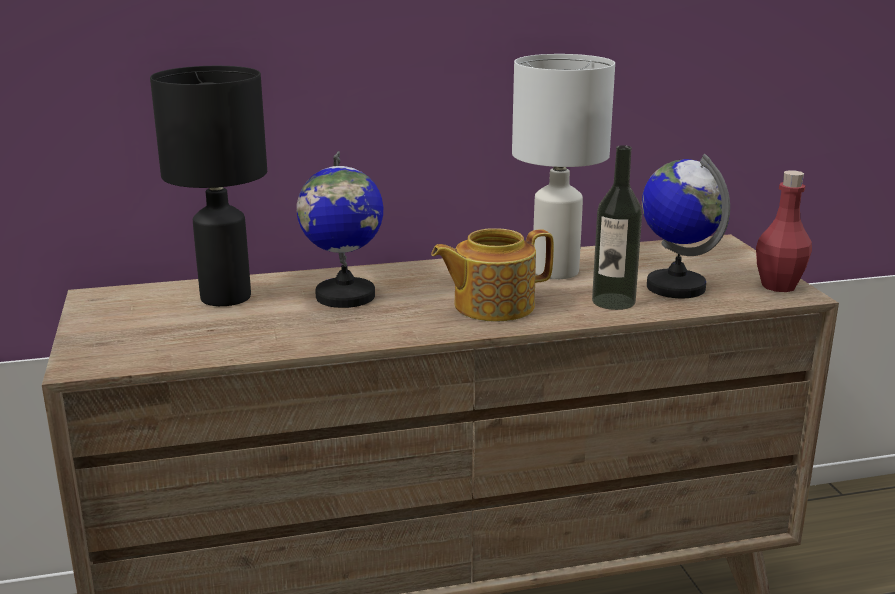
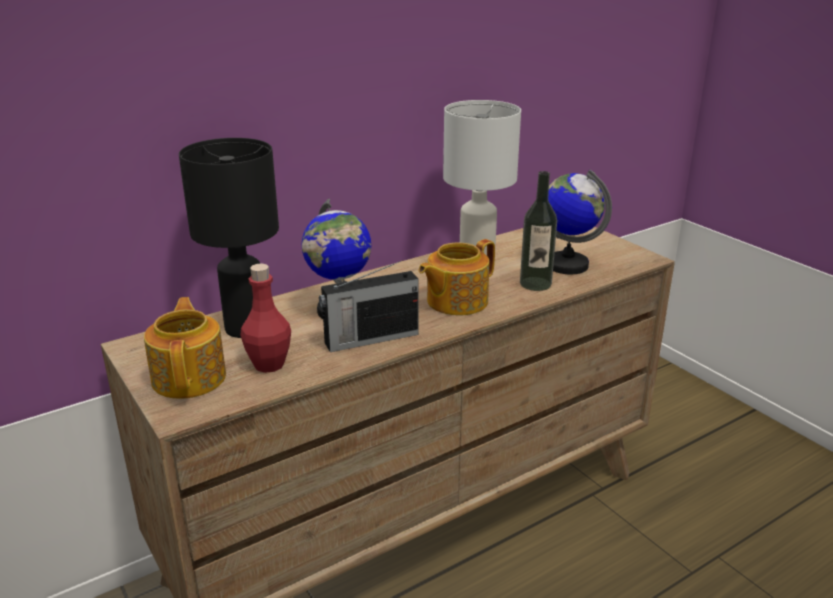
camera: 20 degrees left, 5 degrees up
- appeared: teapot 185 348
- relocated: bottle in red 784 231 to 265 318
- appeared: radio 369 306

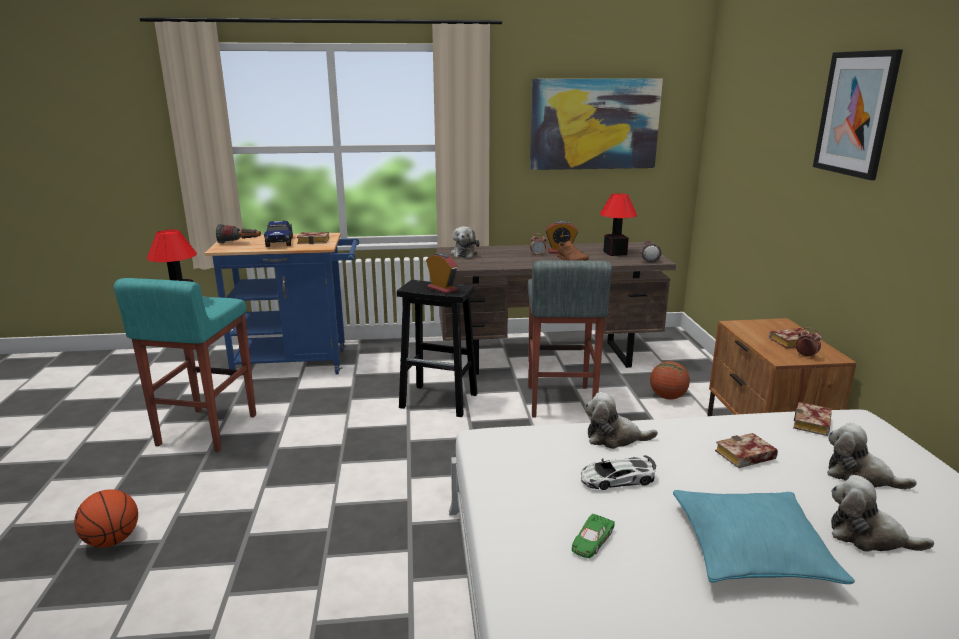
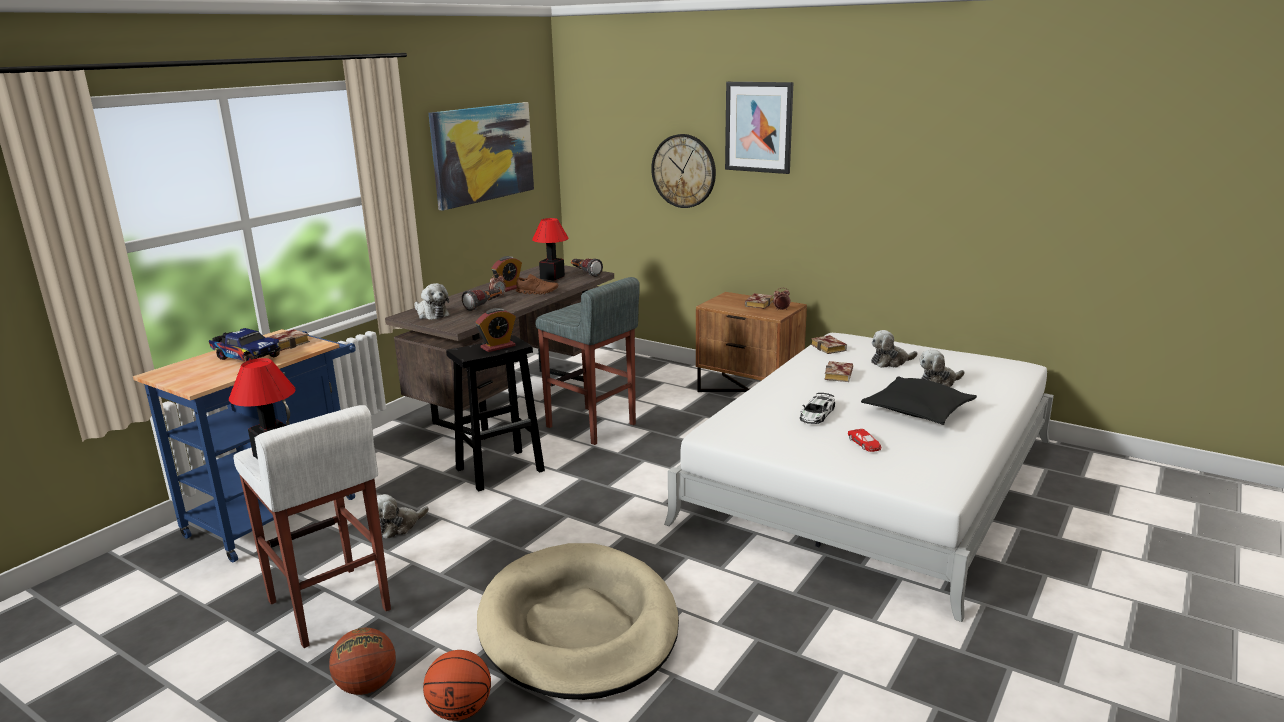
camera: 50 degrees left, 0 degrees up
- colour: stool in turquoise 185 365 to stool in white 312 526
- relocated: basketball 670 380 to 362 661
- relocated: plush toy 621 420 to 403 516
- relocated: flashlight 238 234 to 482 299
- spun: alarm clock 442 273 = 496 330 150 degrees clockwise
- appeared: dog bed in beige 578 621
- appeared: wall clock 683 171
- colour: toy car in green 593 536 to toy car in red 864 440
- colour: pillow in turquoise 764 537 to pillow in black 919 400

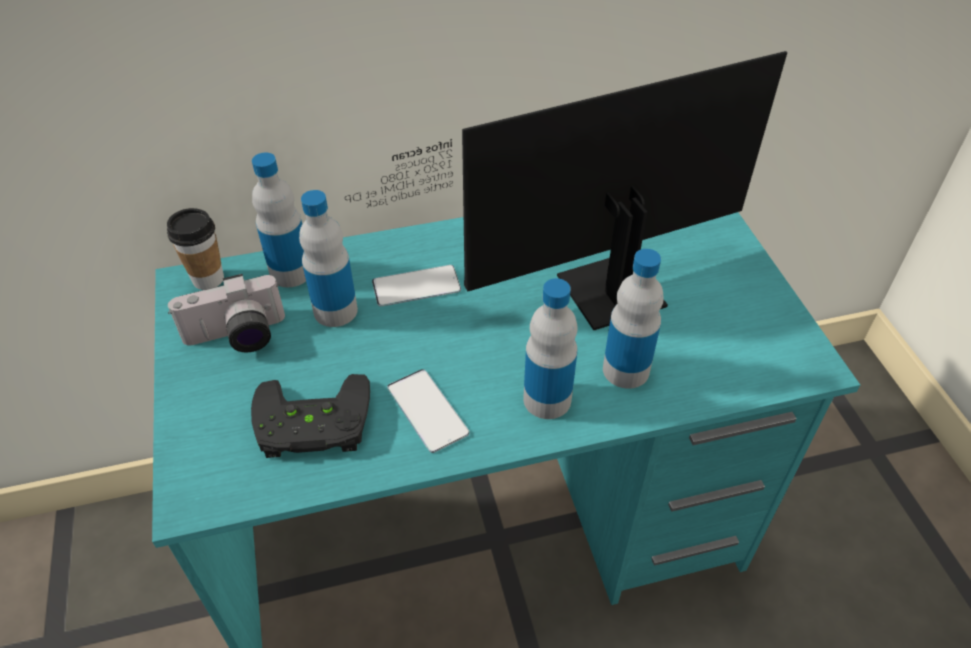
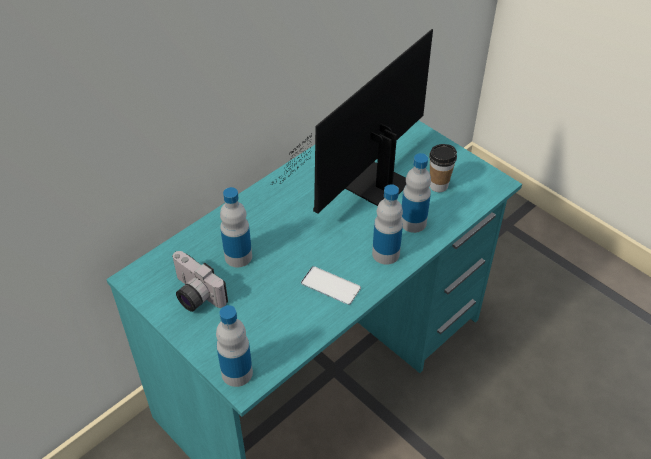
camera: 30 degrees left, 0 degrees up
- spun: photo camera 226 313 = 200 281 90 degrees clockwise
- relocated: bottle 279 220 to 234 346
- relocated: cup 195 249 to 443 168
- missing: game controller in black 310 416
- missing: phone 416 286

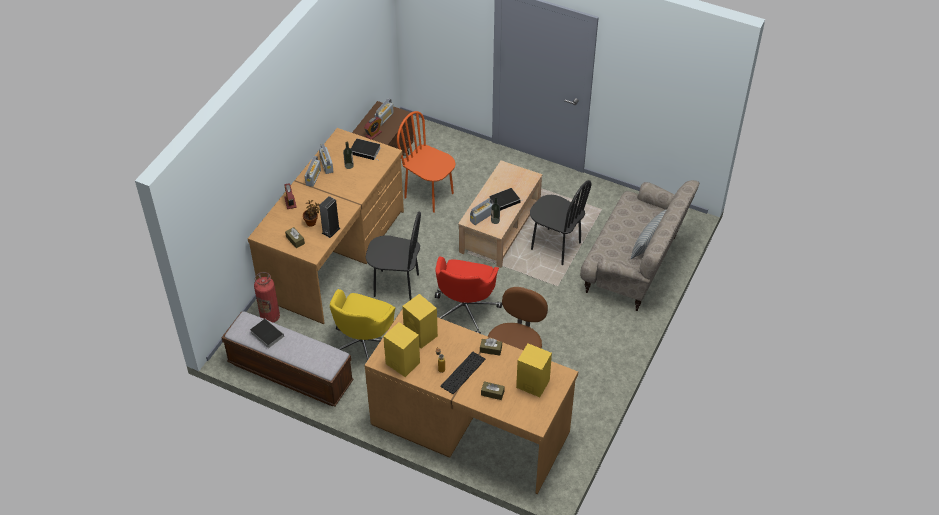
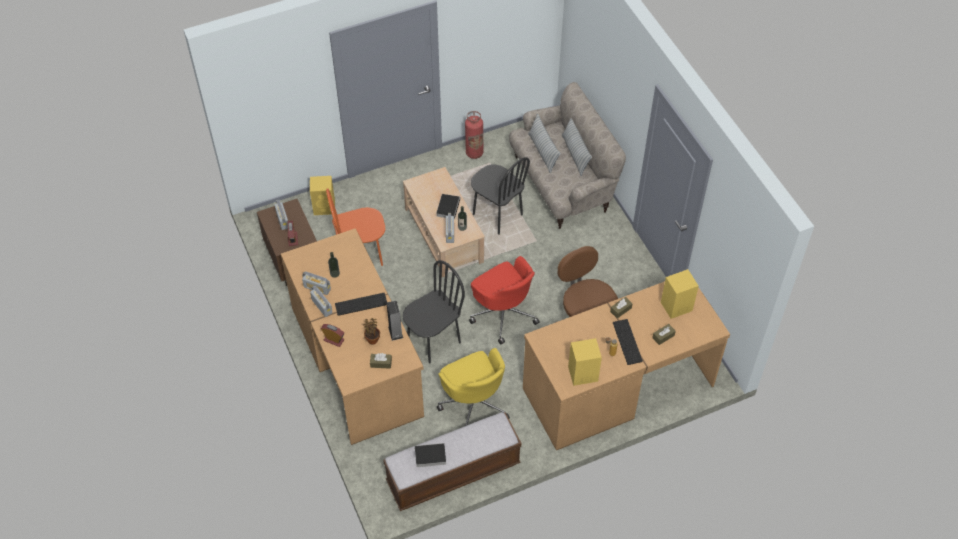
camera: 50 degrees left, 5 degrees up
- relocated: speaker in yellow 420 321 to 322 195
- appeared: keyboard 361 304
- relocated: fire extinguisher 267 297 to 474 135
- spun: chair in black 560 222 = 500 196 60 degrees clockwise
- appeared: pillow 544 144
- missing: book 366 149

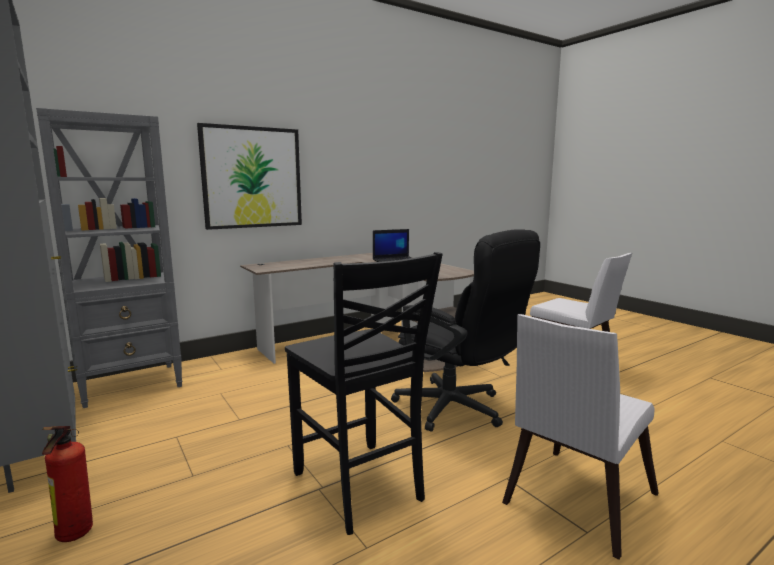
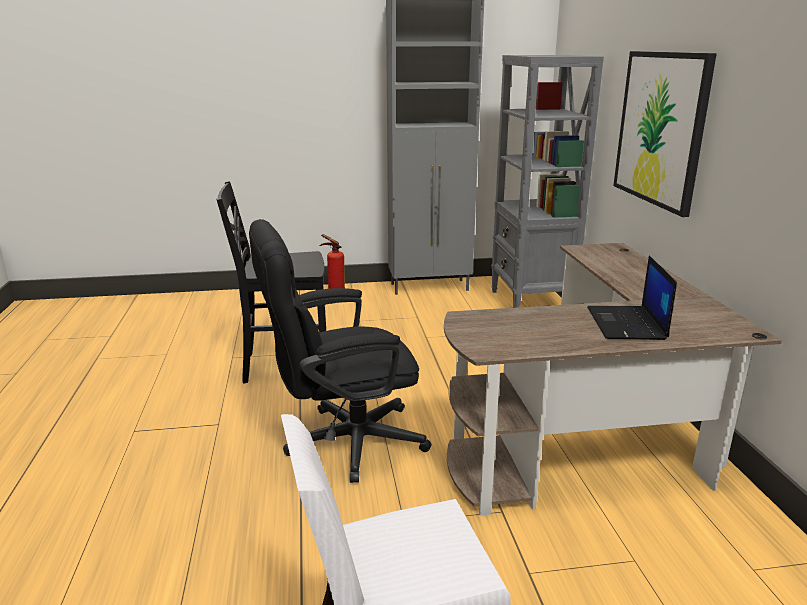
camera: 115 degrees right, 10 degrees up
- missing: chair in white 580 437

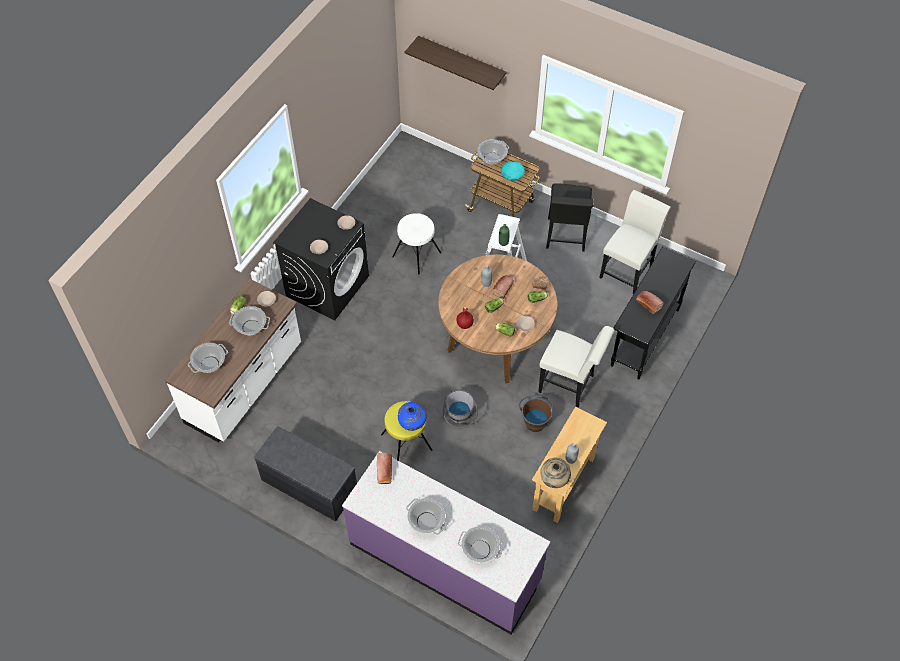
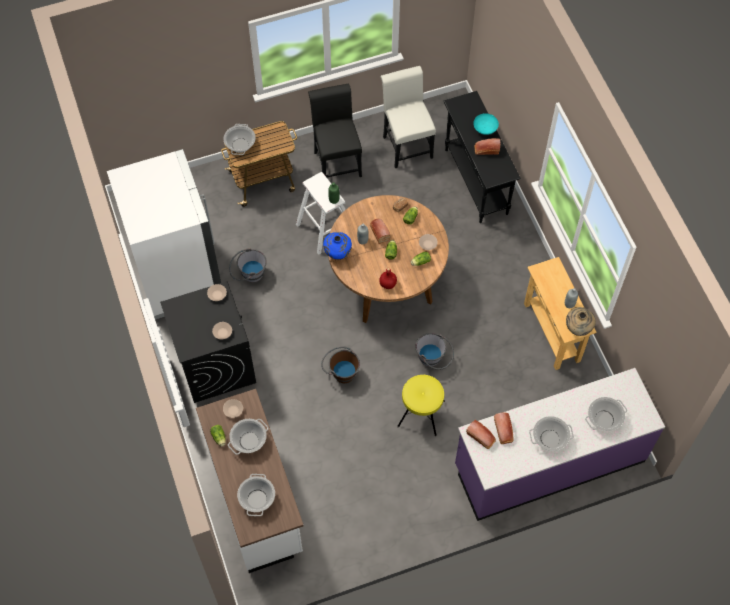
camera: 50 degrees left, 5 degrees up
- appeared: fridge in white 164 234
- exchanged: stool in white 416 244 to bucket in grey 248 265
- spun: chair in black 570 217 = 335 130 150 degrees counterclockwise
- relocated: bucket in brown 536 413 to 340 365
- relocated: vase in blue 412 416 to 337 245
- relocated: bowl in turquoise 513 171 to 486 124
- appeared: bread 503 428
- missing: bench in grey 305 474
- missing: shelf 456 63
- missing: chair in white 576 366

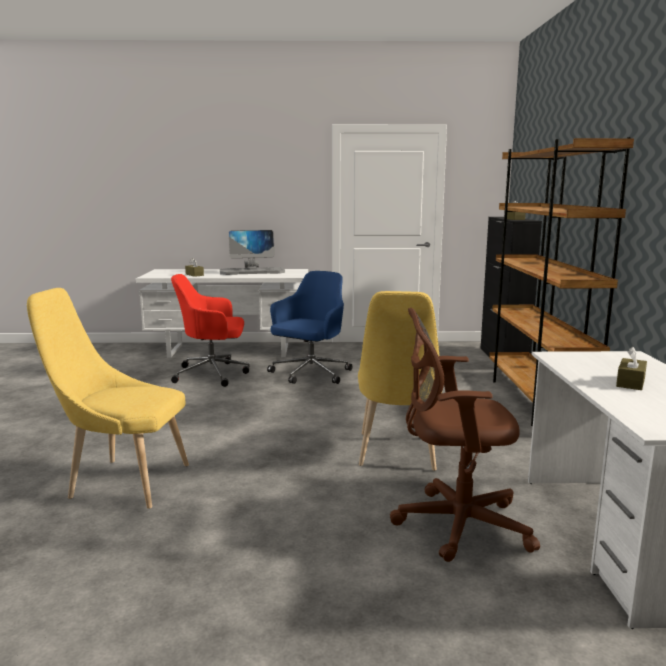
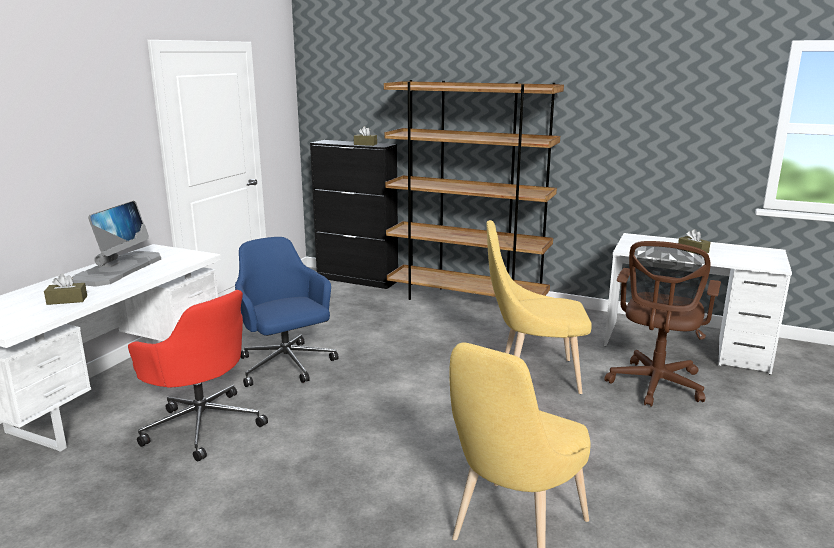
camera: 65 degrees left, 5 degrees up
- spun: office chair in red 210 330 = 198 376 75 degrees counterclockwise
- spun: chair in yellow 398 381 = 539 307 150 degrees clockwise

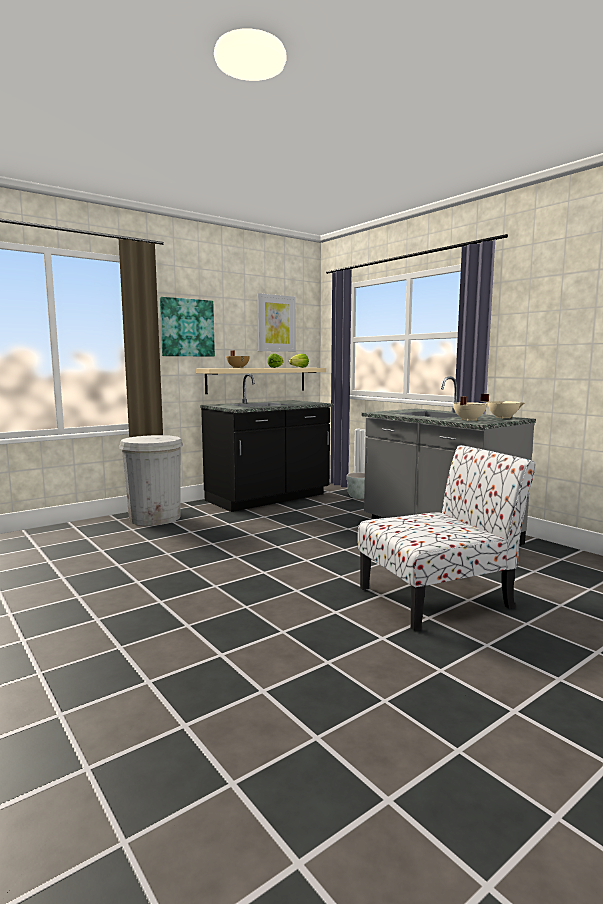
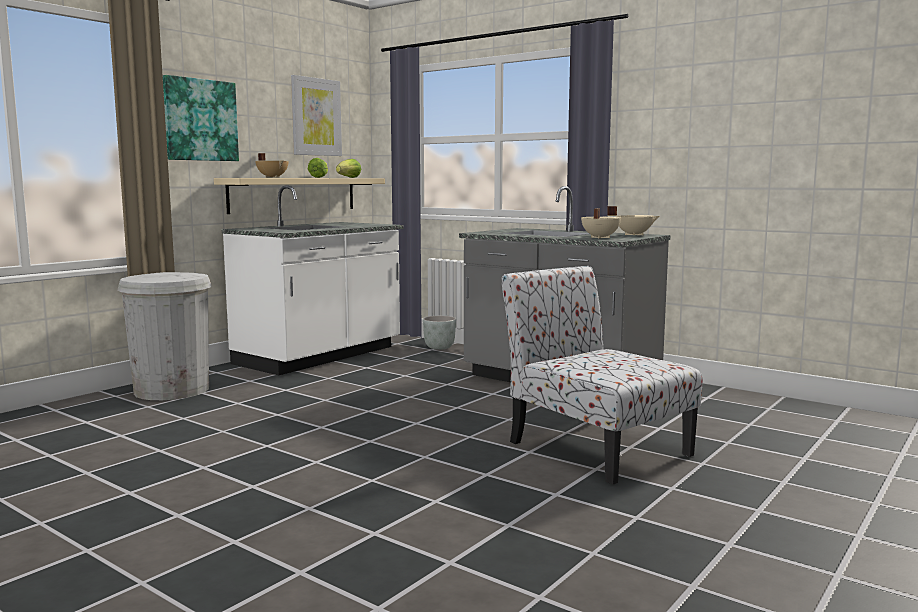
camera: 15 degrees left, 0 degrees up
- colour: counter in black 267 443 to counter in white 313 280
- spun: chair 447 538 = 601 375 90 degrees counterclockwise

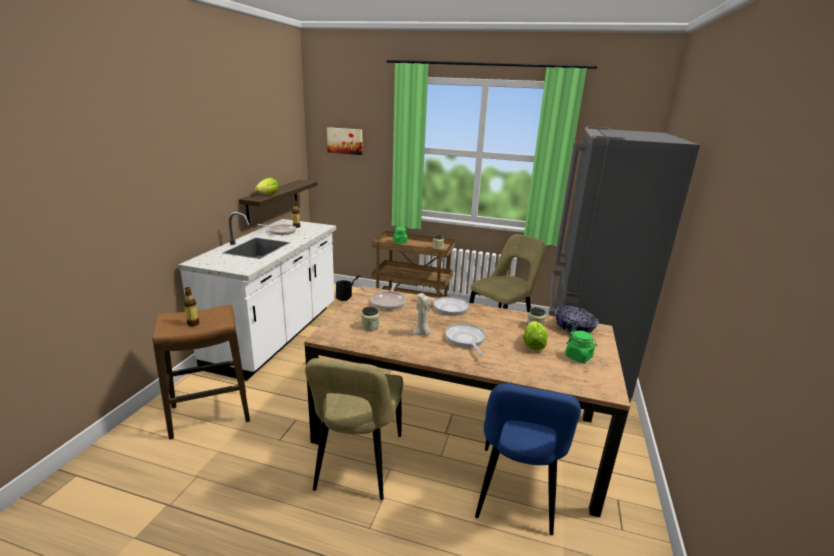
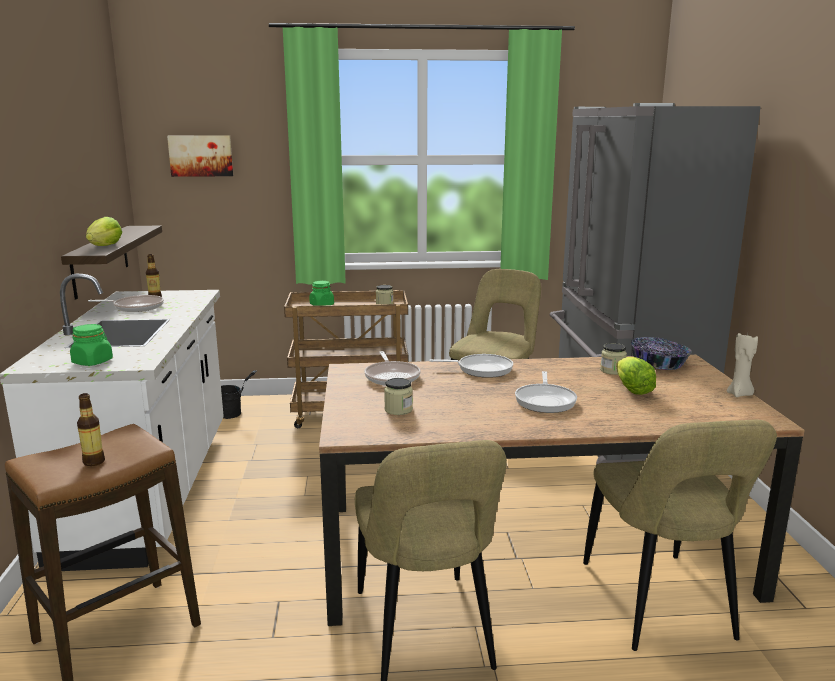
camera: 20 degrees left, 5 degrees down
- relocated: jar in green 581 346 to 91 345
- spun: frying pan 465 340 = 546 392 135 degrees counterclockwise
- colour: chair in blue 528 459 to chair in beige 680 535
- relocated: candle in beige 421 314 to 742 365

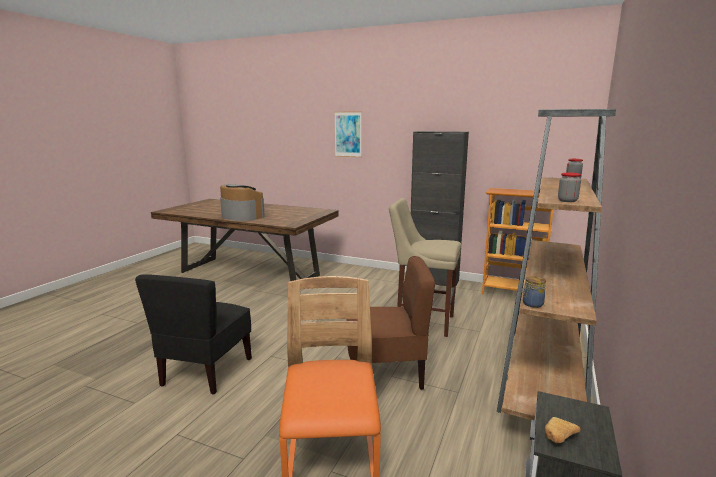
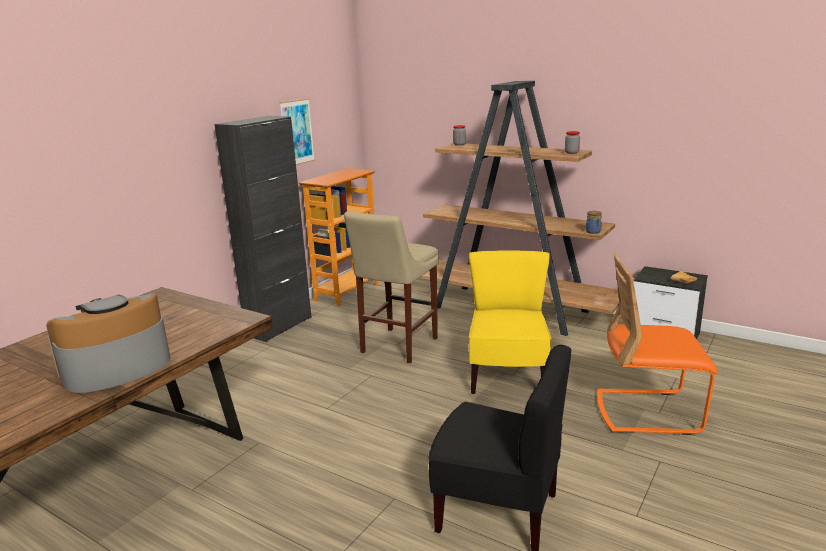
camera: 80 degrees left, 5 degrees up
- relocated: picture 347 134 to 297 131
- colour: chair in brown 390 323 to chair in yellow 510 322

